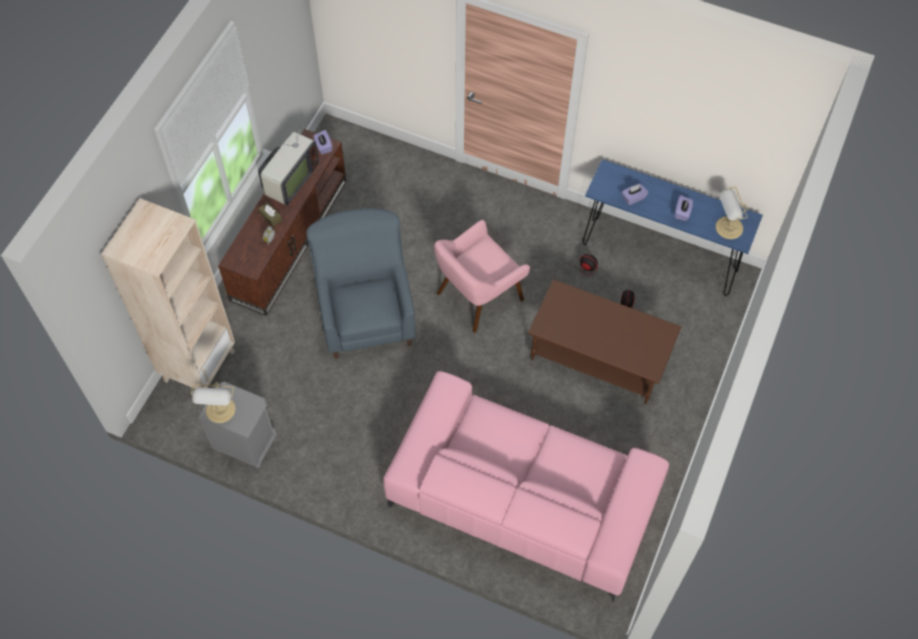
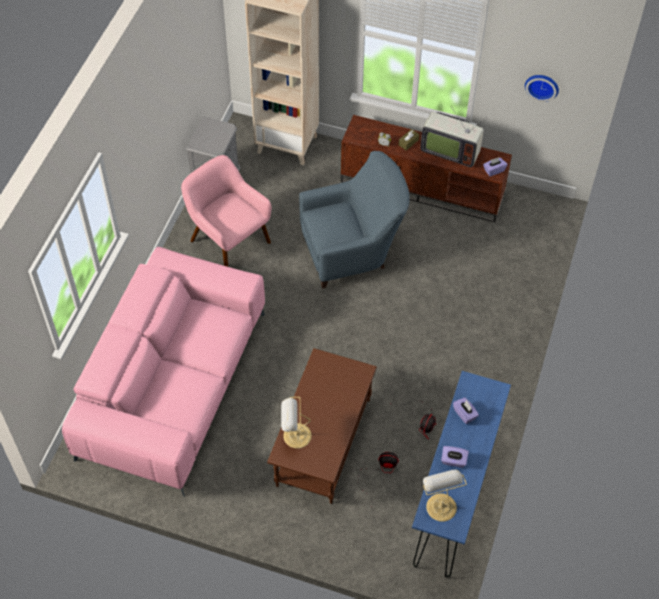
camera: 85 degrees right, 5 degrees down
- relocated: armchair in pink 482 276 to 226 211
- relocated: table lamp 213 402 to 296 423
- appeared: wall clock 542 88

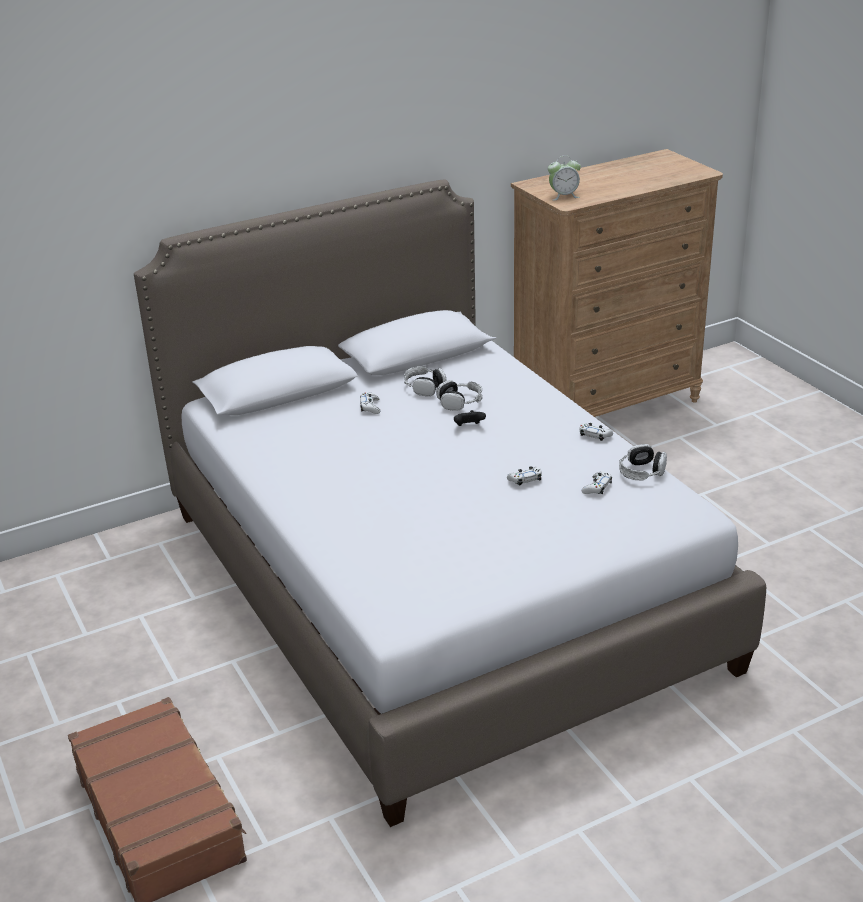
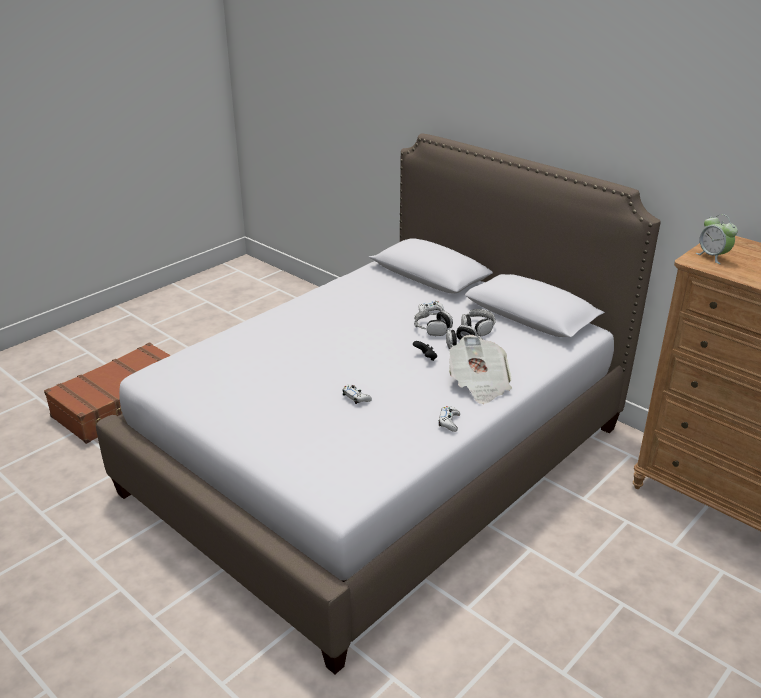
camera: 70 degrees right, 0 degrees up
- relocated: headphones 643 462 to 433 323
- appeared: newspaper 480 369
- missing: game controller in white 597 482

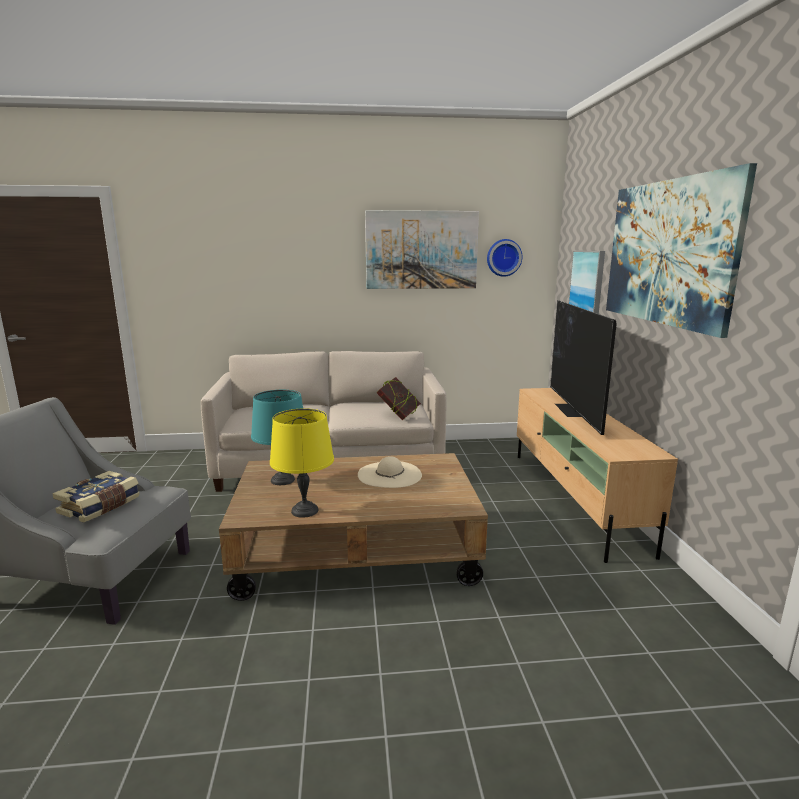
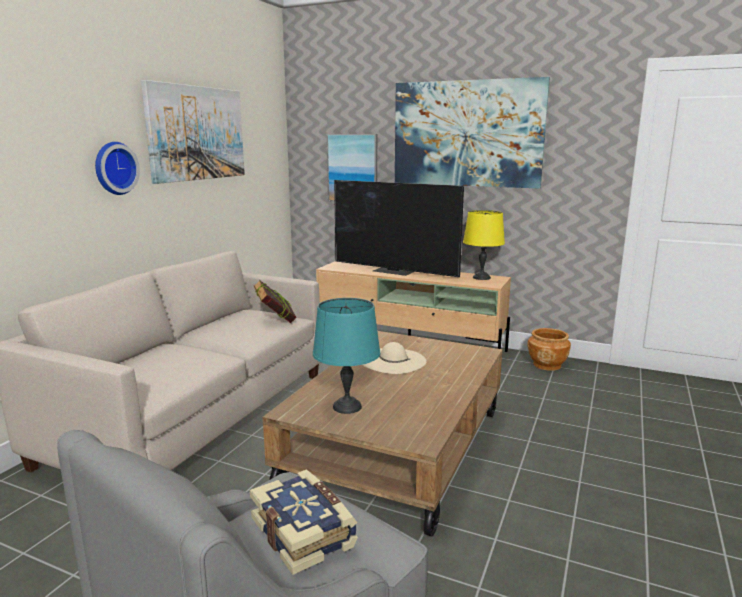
camera: 60 degrees left, 0 degrees up
- relocated: wall clock 504 258 to 117 168
- relocated: table lamp in yellow 302 463 to 484 245
- appeared: planter in brown 549 349

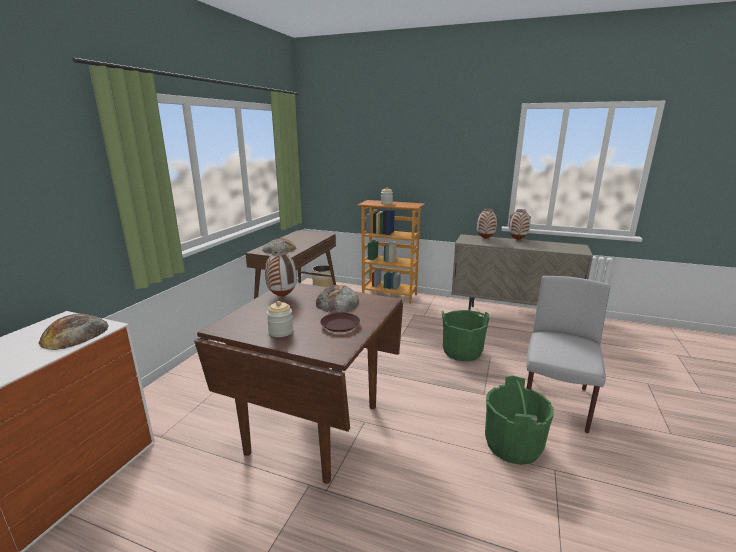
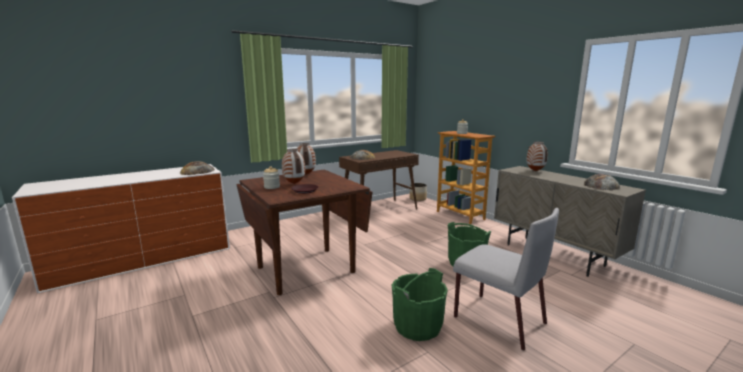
camera: 35 degrees right, 5 degrees down
- relocated: vase 520 224 to 293 166
- spun: chair in grey 568 354 = 506 279 75 degrees clockwise
- relocated: bread 337 299 to 602 182

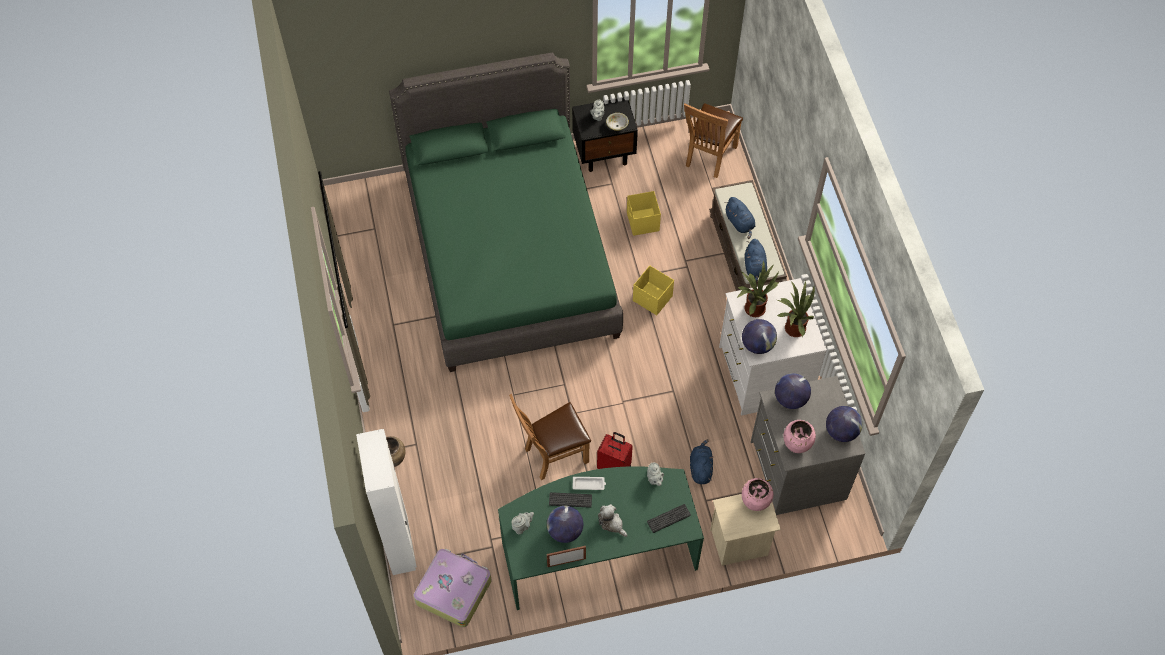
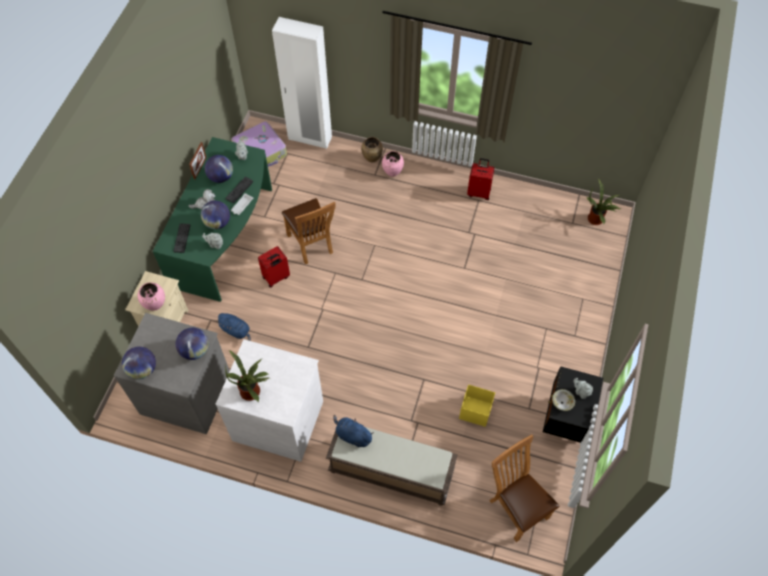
camera: 120 degrees right, 0 degrees up
- relocated: globe 759 336 to 215 215
- spun: chair in brown 550 437 = 309 231 150 degrees clockwise
- relocated: vase in pink 799 436 to 393 164
- appeared: suitcase in red 480 179
- relocated: potted plant 758 289 to 604 201
- missing: bed in green 506 212
- missing: storage box in yellow 653 290
- missing: plush toy in blue 740 218

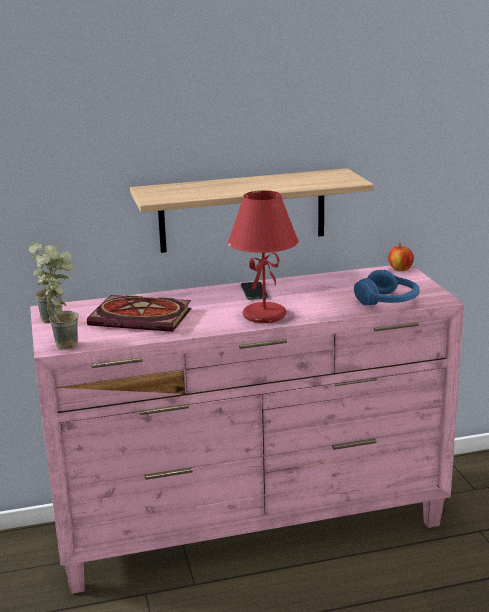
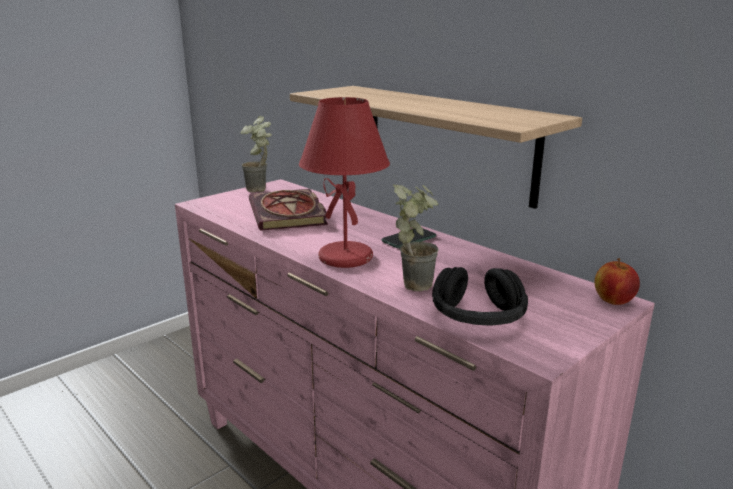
camera: 60 degrees right, 0 degrees up
- relocated: potted plant 58 310 to 416 237
- colour: headphones in blue 387 288 to headphones in black 480 296

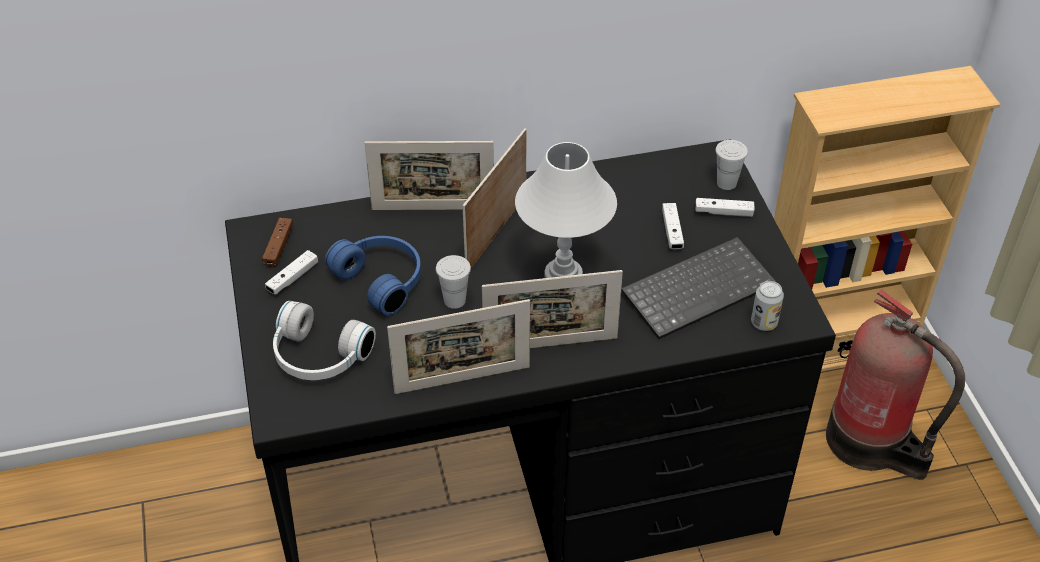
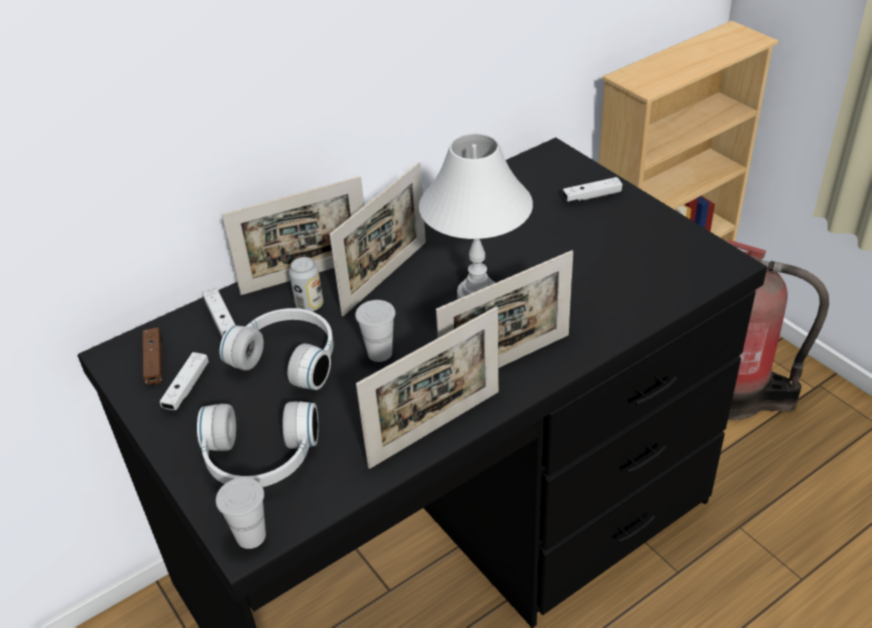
camera: 20 degrees left, 5 degrees down
- relocated: game controller in white 673 226 to 219 313
- relocated: cup in white 732 165 to 241 513
- colour: headphones in blue 373 275 to headphones in white 277 349
- relocated: can 767 306 to 306 284
- spun: picture frame 494 198 = 377 239 150 degrees counterclockwise
- missing: keyboard 699 288

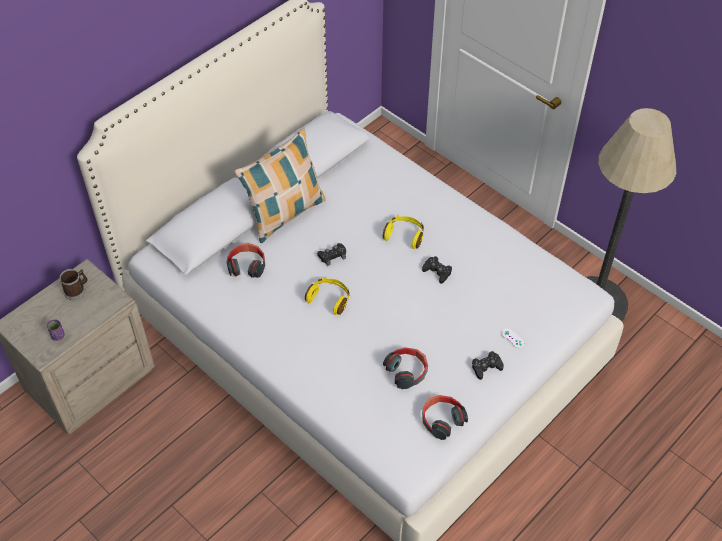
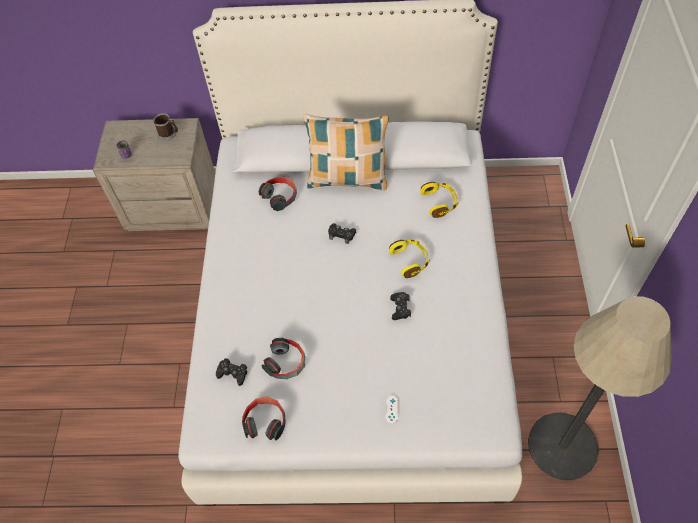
camera: 50 degrees right, 5 degrees up
- relocated: game controller in black 488 365 to 231 372
- relocated: headphones in yellow 327 296 to 439 200

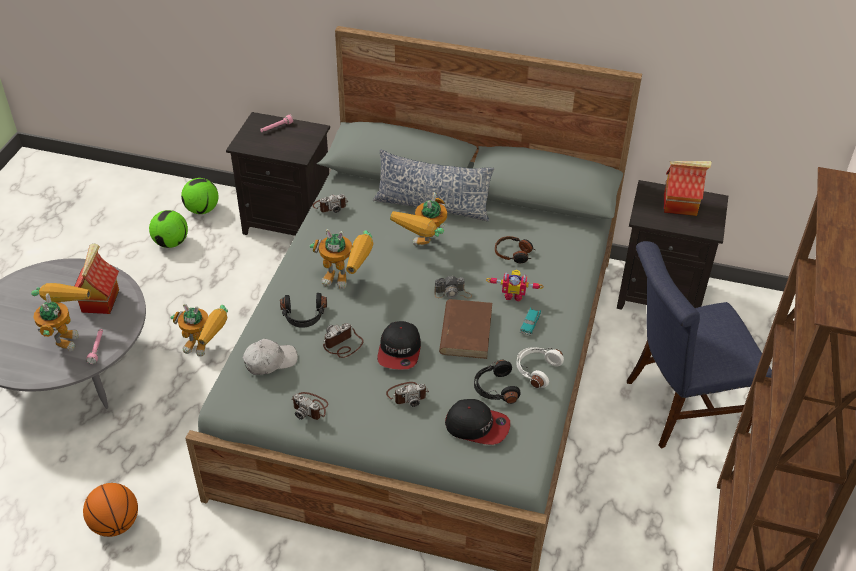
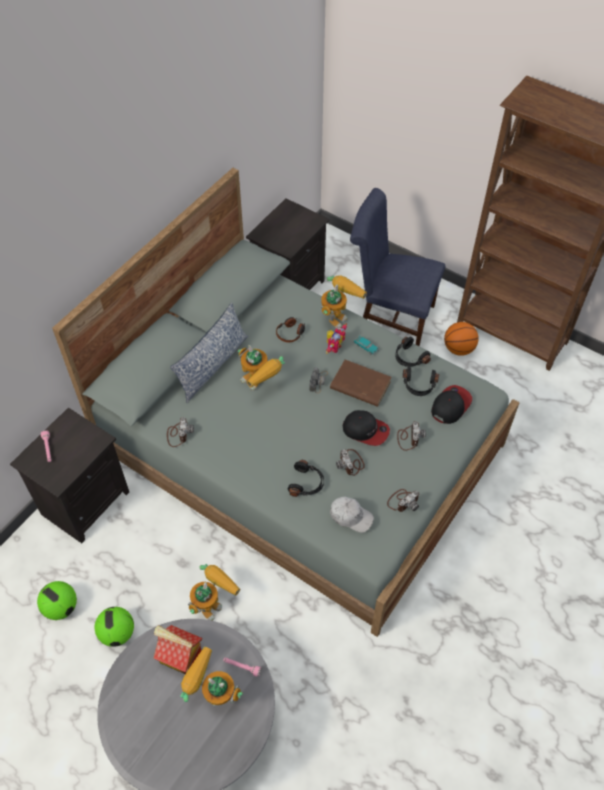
camera: 70 degrees left, 10 degrees up
- relocated: football 200 196 to 114 627
- relocated: toy robot 342 259 to 344 301
- spun: cap in white 270 357 = 352 514 120 degrees clockwise
- spun: chair in blue 699 345 = 397 267 105 degrees clockwise
- colour: headphones in white 540 367 to headphones in black 413 352
- relocated: basketball 110 510 to 461 339
- missing: toy house 688 188

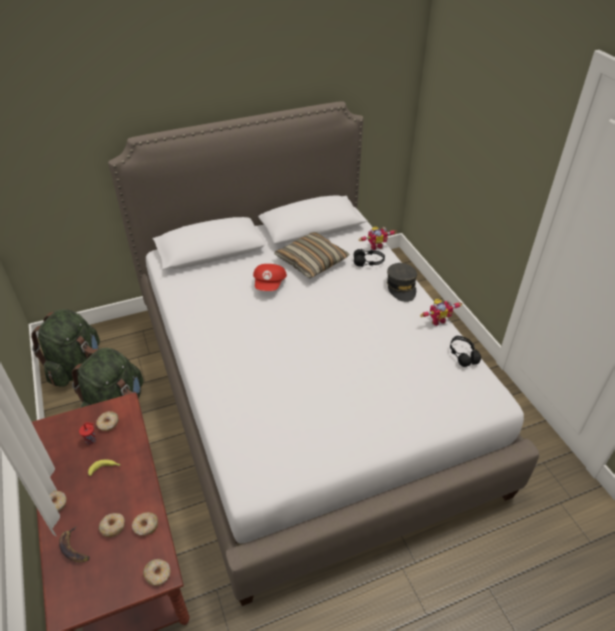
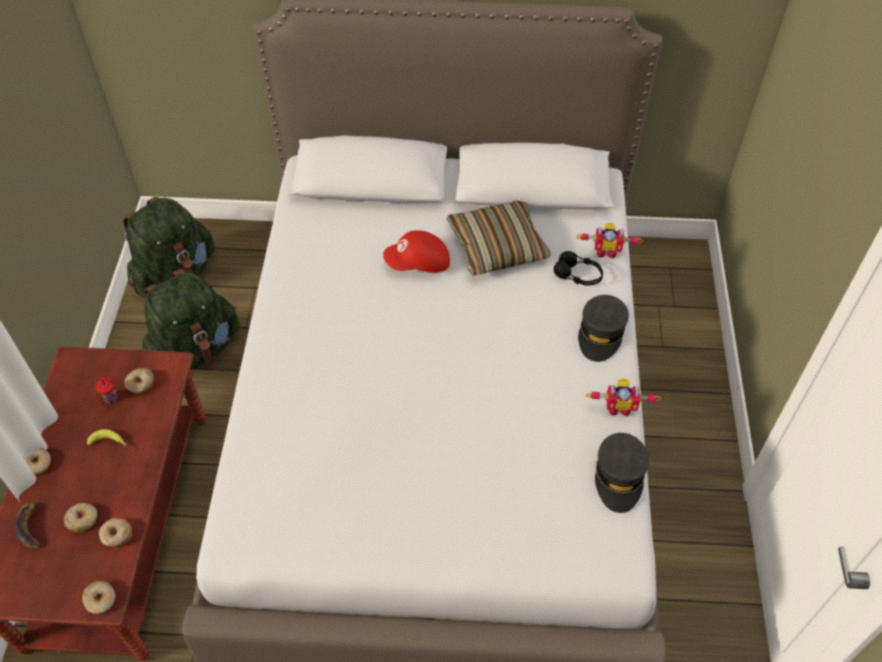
camera: 25 degrees right, 10 degrees up
- spun: cap in red 270 277 = 416 251 45 degrees clockwise
- exchanged: headphones in black 465 351 to cap in grey 622 473

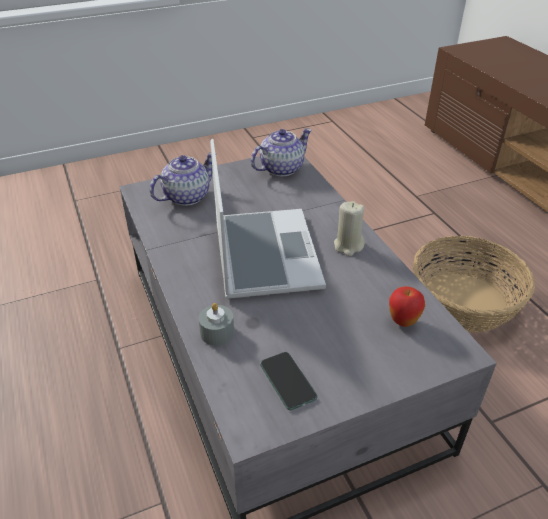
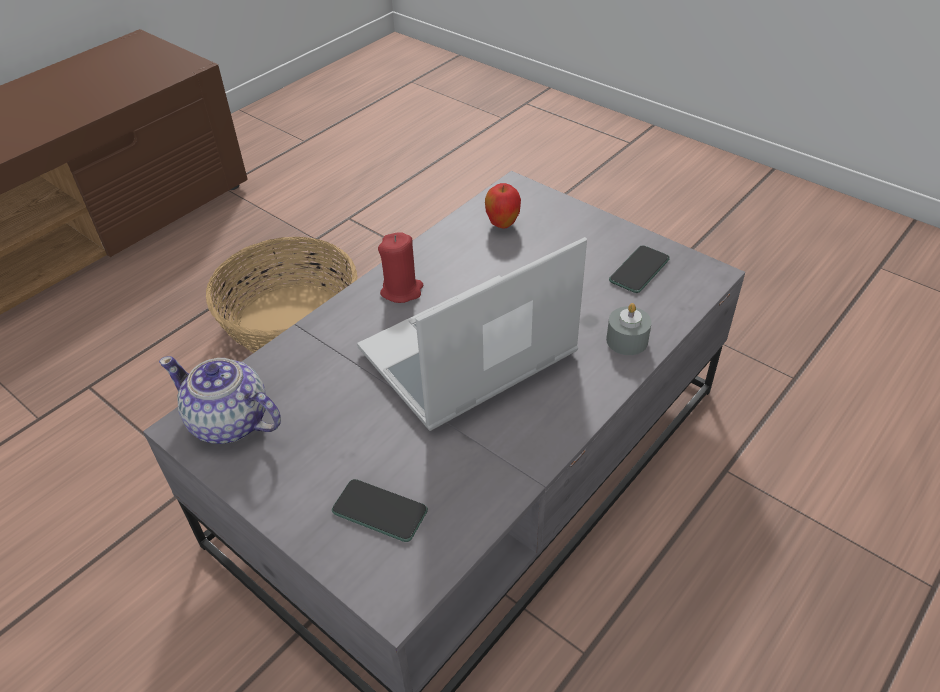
camera: 115 degrees left, 5 degrees up
- exchanged: teapot 183 179 to phone 380 510
- colour: candle in beige 349 228 to candle in red 400 267

